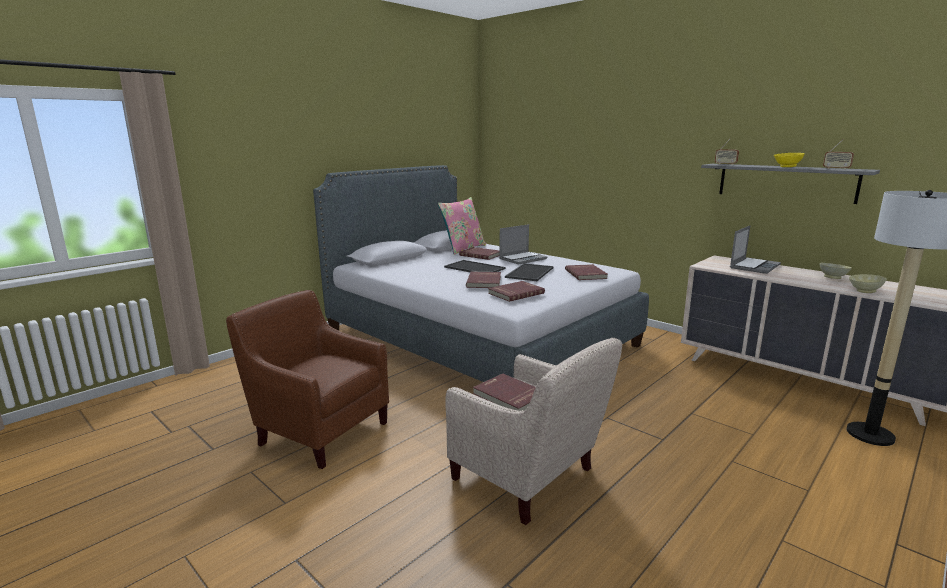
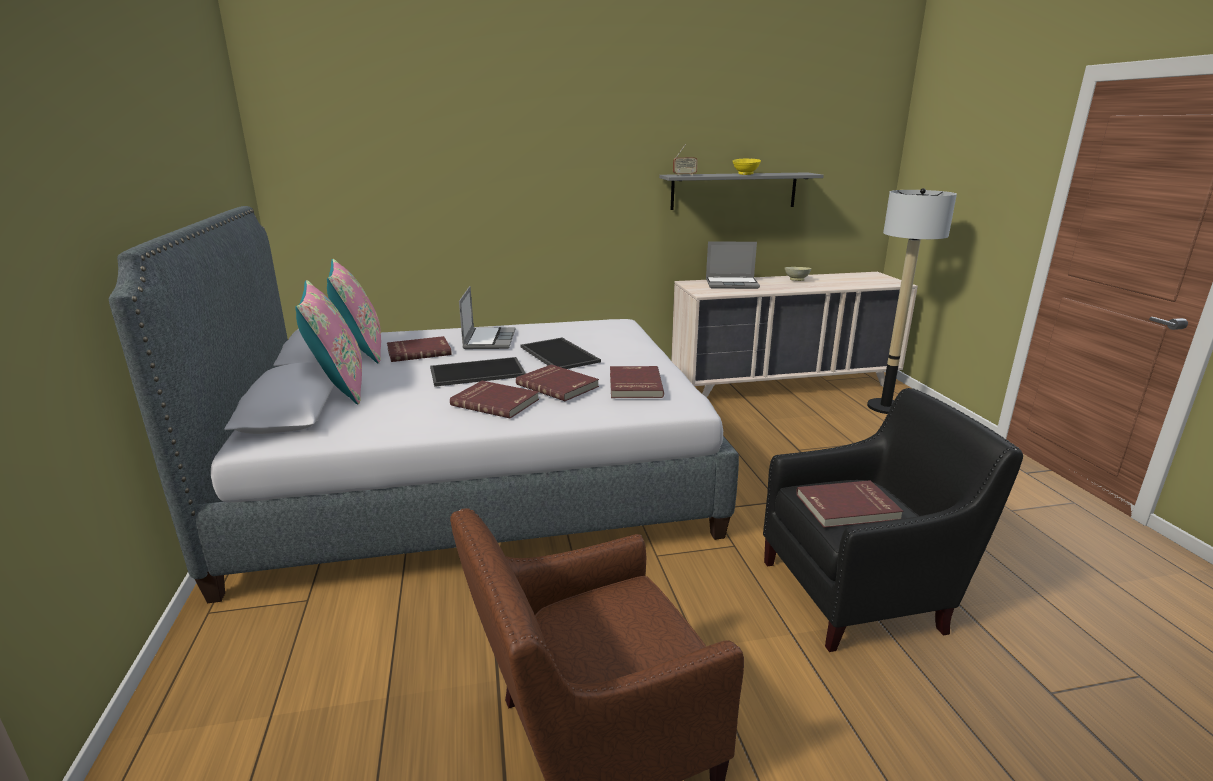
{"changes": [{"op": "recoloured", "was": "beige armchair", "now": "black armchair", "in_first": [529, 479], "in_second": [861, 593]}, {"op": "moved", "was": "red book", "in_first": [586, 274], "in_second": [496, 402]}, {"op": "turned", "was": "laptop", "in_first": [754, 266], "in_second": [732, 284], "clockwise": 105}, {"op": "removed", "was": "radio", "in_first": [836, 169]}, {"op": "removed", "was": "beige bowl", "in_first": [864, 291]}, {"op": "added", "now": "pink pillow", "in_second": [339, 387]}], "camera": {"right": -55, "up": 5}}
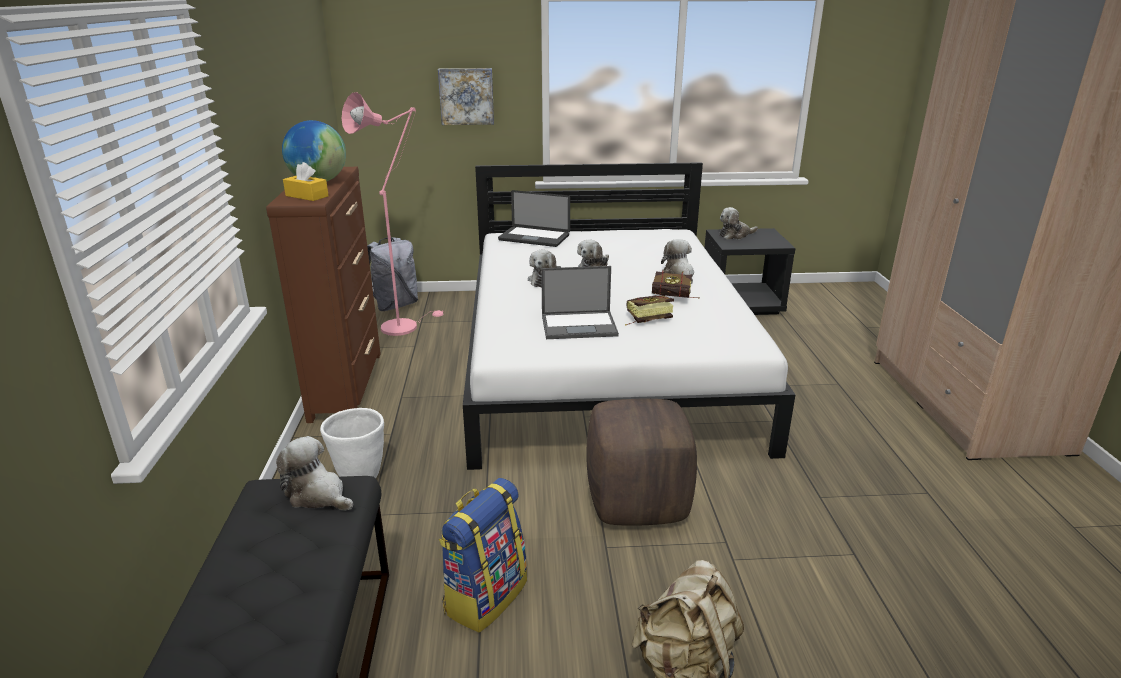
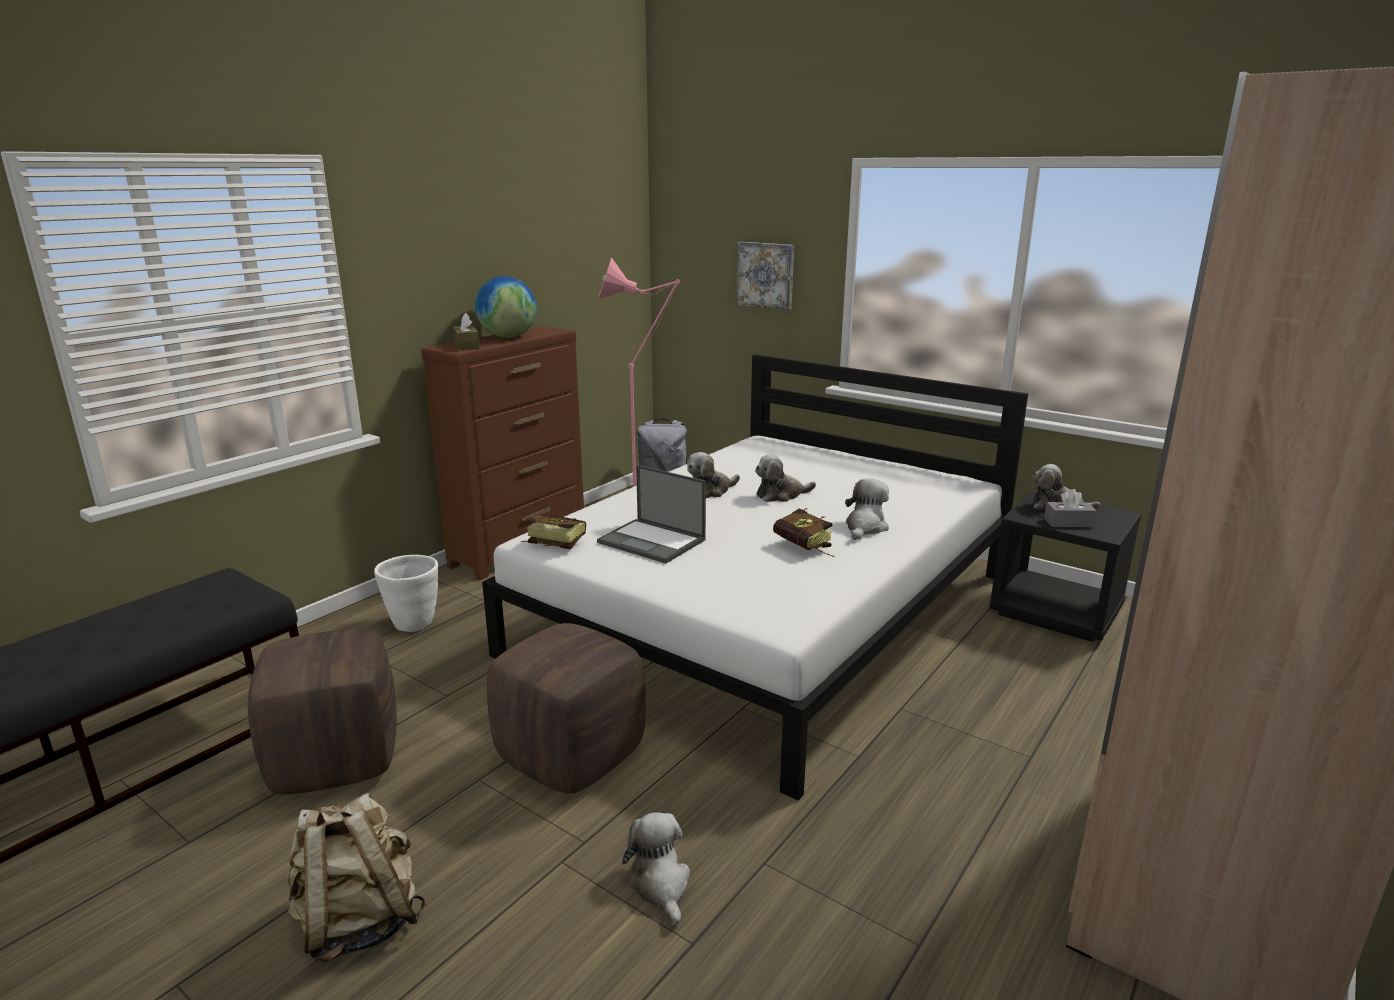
{"changes": [{"op": "moved", "was": "plush toy", "in_first": [318, 495], "in_second": [660, 884]}, {"op": "recoloured", "was": "yellow tissue box", "now": "brown tissue box", "in_first": [307, 196], "in_second": [466, 346]}, {"op": "replaced", "was": "backpack", "now": "brown ottoman", "in_first": [485, 596], "in_second": [337, 760]}, {"op": "removed", "was": "laptop", "in_first": [534, 238]}, {"op": "moved", "was": "book", "in_first": [644, 319], "in_second": [552, 543]}, {"op": "added", "now": "grey tissue box", "in_second": [1068, 523]}], "camera": {"right": 40, "up": -5}}
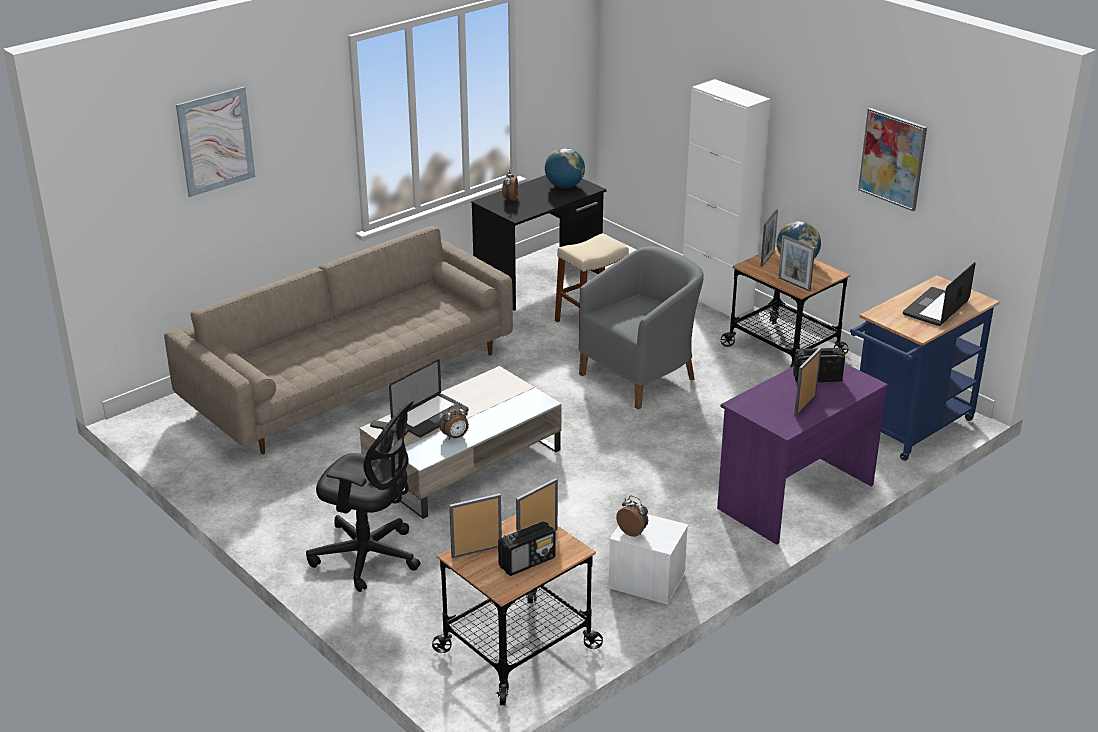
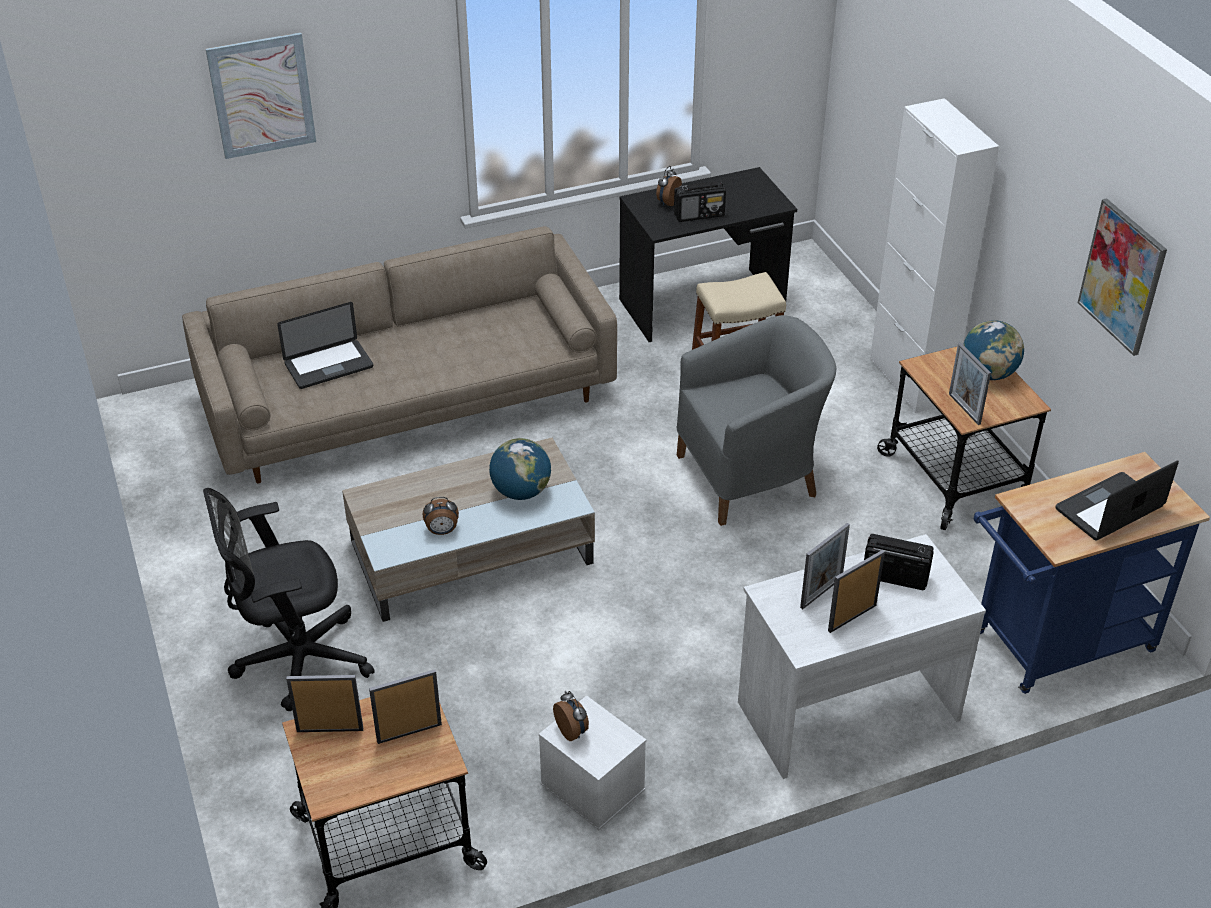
{"changes": [{"op": "turned", "was": "black office chair", "in_first": [370, 557], "in_second": [295, 660], "clockwise": 120}, {"op": "moved", "was": "laptop", "in_first": [430, 417], "in_second": [329, 365]}, {"op": "moved", "was": "radio", "in_first": [527, 562], "in_second": [699, 215]}, {"op": "moved", "was": "globe", "in_first": [564, 186], "in_second": [521, 492]}, {"op": "recoloured", "was": "purple desk", "now": "white desk", "in_first": [794, 496], "in_second": [846, 709]}, {"op": "moved", "was": "picture frame", "in_first": [767, 259], "in_second": [821, 592]}], "camera": {"right": 20, "up": 10}}
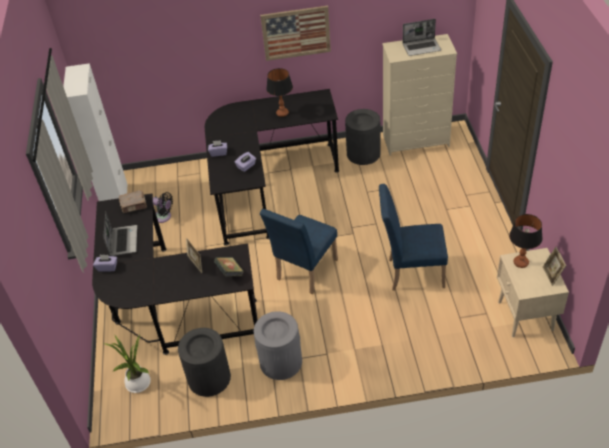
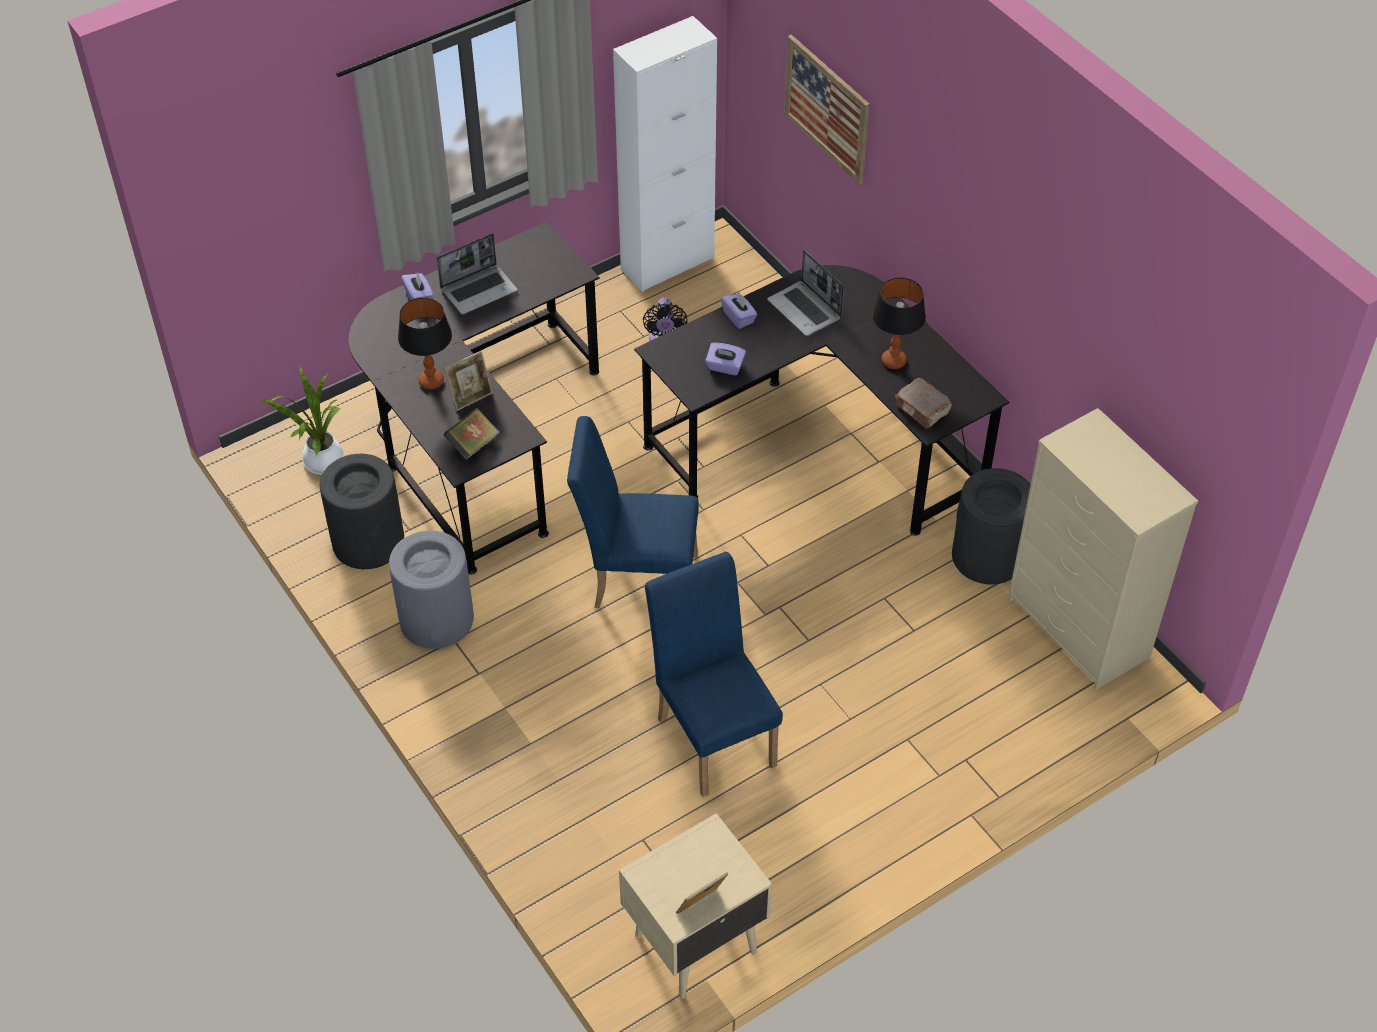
{"changes": [{"op": "moved", "was": "brown book", "in_first": [134, 205], "in_second": [922, 410]}, {"op": "moved", "was": "picture", "in_first": [296, 33], "in_second": [827, 108]}, {"op": "moved", "was": "laptop", "in_first": [422, 47], "in_second": [805, 310]}, {"op": "moved", "was": "table lamp", "in_first": [521, 262], "in_second": [431, 381]}], "camera": {"right": 60, "up": 5}}
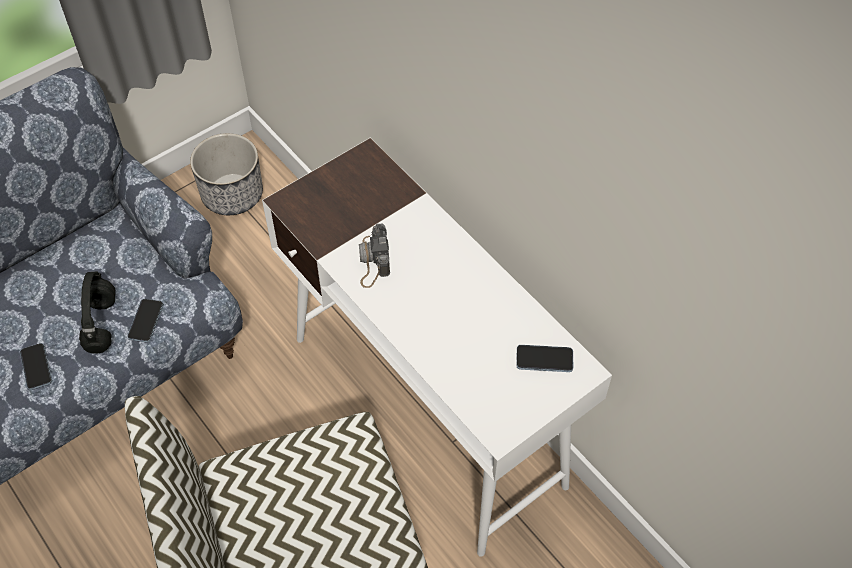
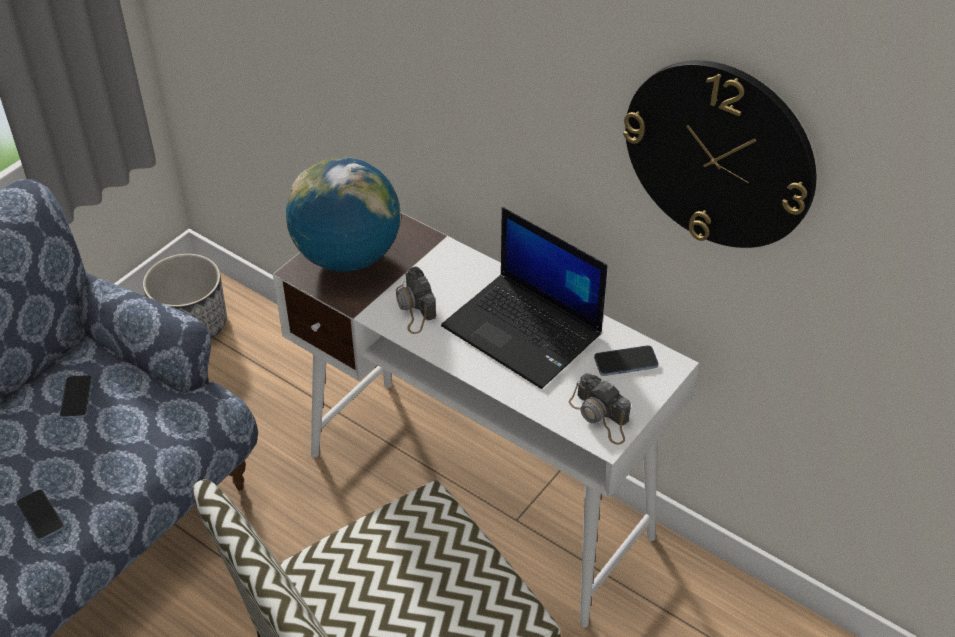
{"changes": [{"op": "removed", "was": "black headphones", "in_first": [101, 323]}, {"op": "moved", "was": "phone", "in_first": [146, 321], "in_second": [77, 398]}, {"op": "added", "now": "globe", "in_second": [347, 257]}, {"op": "added", "now": "laptop", "in_second": [524, 330]}, {"op": "added", "now": "photo camera", "in_second": [601, 416]}, {"op": "added", "now": "wall clock", "in_second": [719, 154]}], "camera": {"right": -15, "up": -10}}
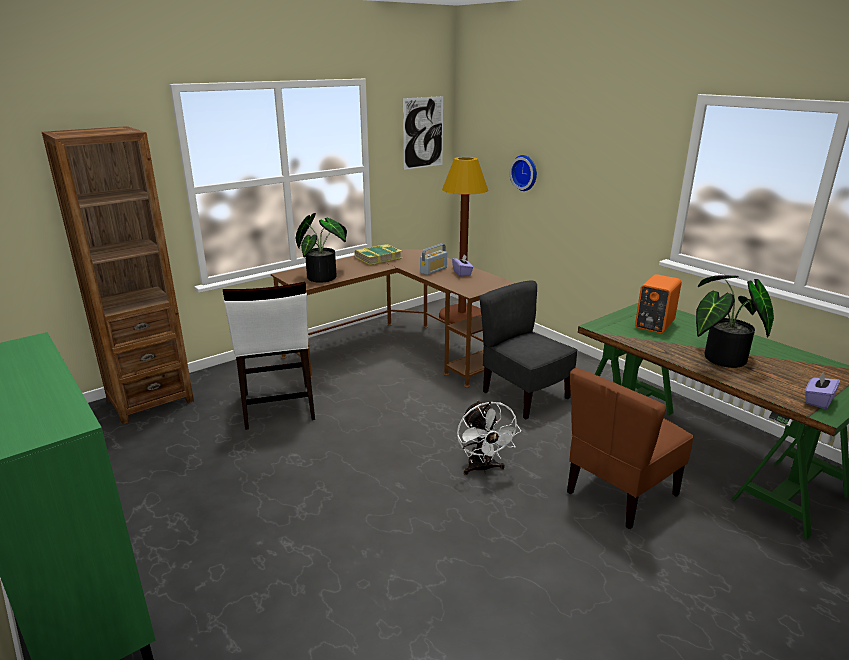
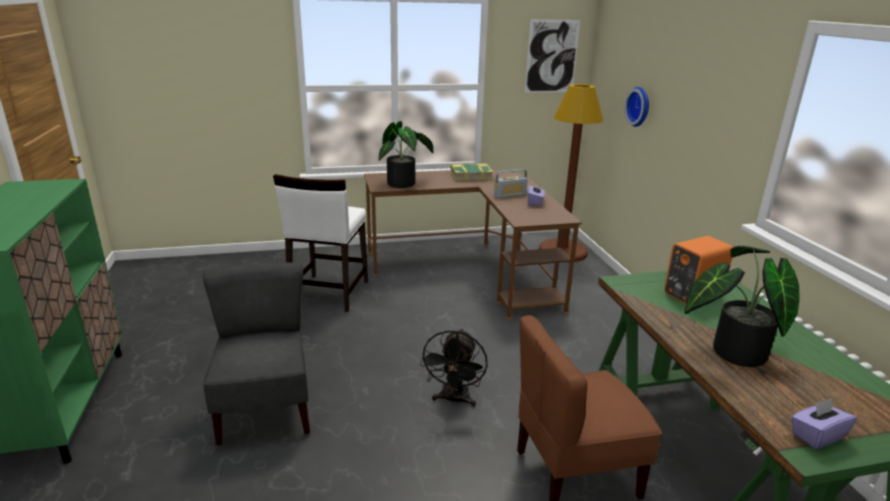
{"changes": [{"op": "removed", "was": "brown bookcase", "in_first": [150, 400]}, {"op": "recoloured", "was": "white fan", "now": "black fan", "in_first": [483, 468], "in_second": [454, 400]}, {"op": "moved", "was": "grey chair", "in_first": [524, 396], "in_second": [266, 411]}], "camera": {"right": 25, "up": 0}}
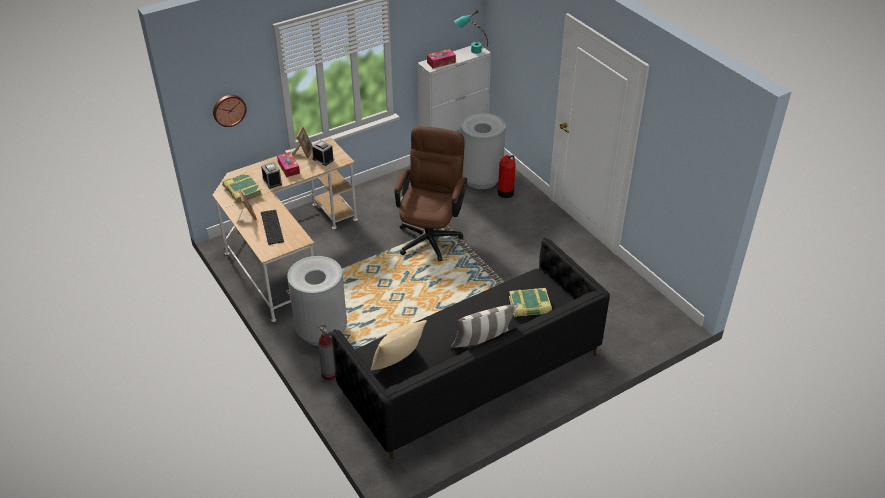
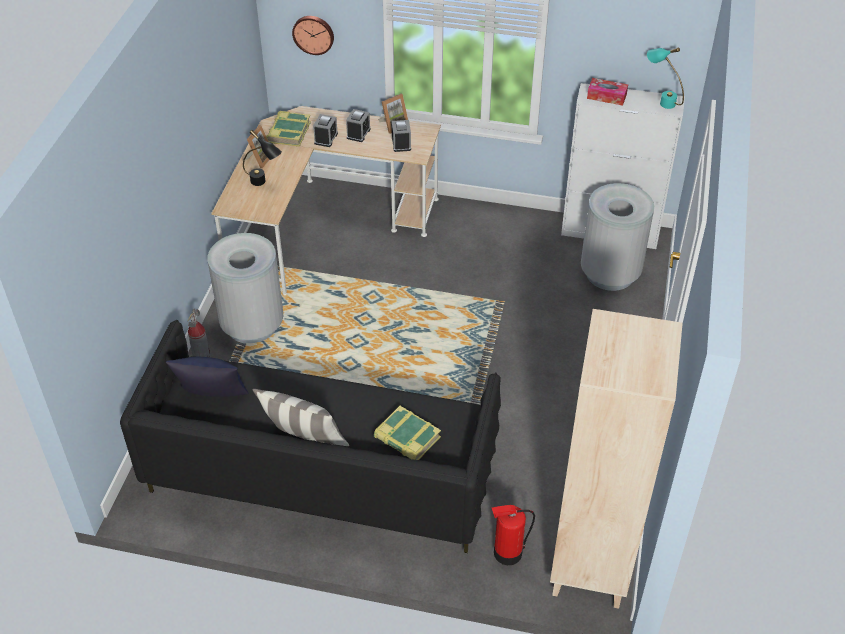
{"changes": [{"op": "replaced", "was": "keyboard", "now": "black table lamp", "in_first": [271, 227], "in_second": [264, 183]}, {"op": "replaced", "was": "tissue box", "now": "alarm clock", "in_first": [288, 168], "in_second": [358, 133]}, {"op": "recoloured", "was": "beige pillow", "now": "blue pillow", "in_first": [399, 363], "in_second": [213, 399]}, {"op": "removed", "was": "brown office chair", "in_first": [431, 234]}, {"op": "moved", "was": "fire extinguisher", "in_first": [505, 193], "in_second": [507, 553]}, {"op": "added", "now": "beige bookcase", "in_second": [591, 568]}], "camera": {"right": 45, "up": 5}}
